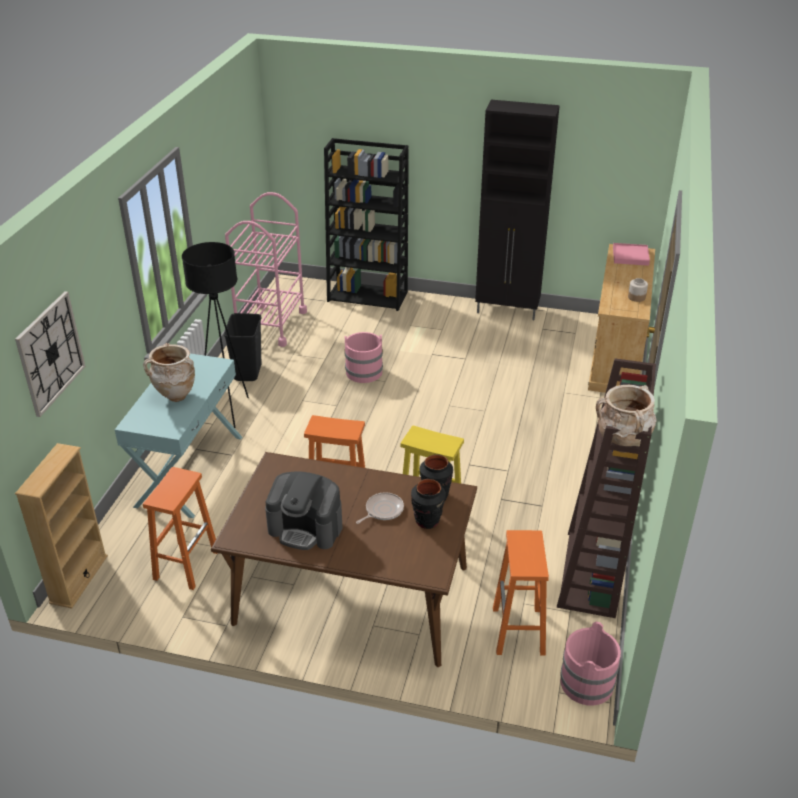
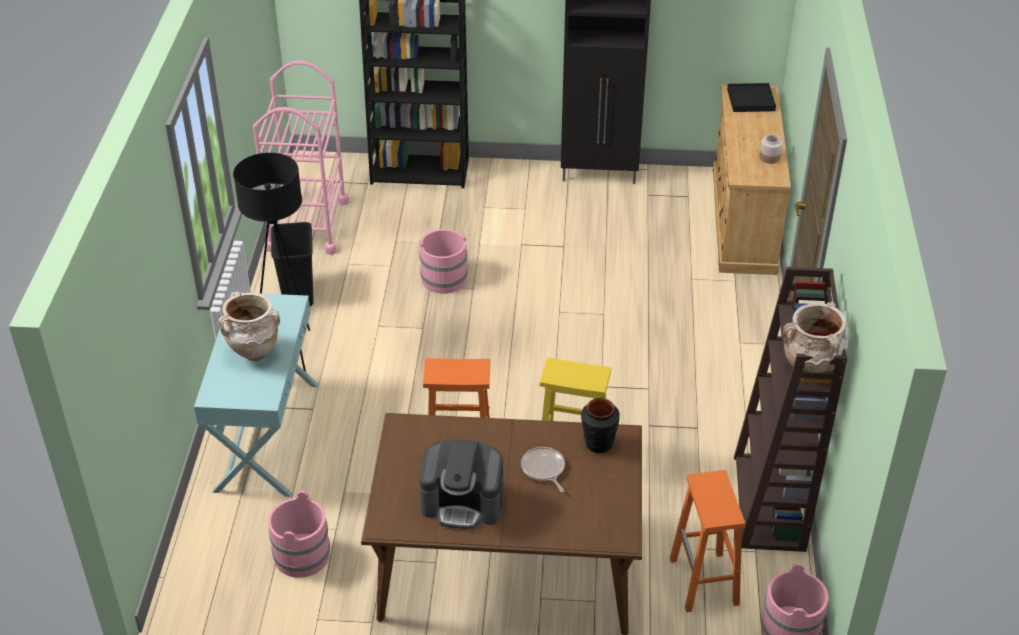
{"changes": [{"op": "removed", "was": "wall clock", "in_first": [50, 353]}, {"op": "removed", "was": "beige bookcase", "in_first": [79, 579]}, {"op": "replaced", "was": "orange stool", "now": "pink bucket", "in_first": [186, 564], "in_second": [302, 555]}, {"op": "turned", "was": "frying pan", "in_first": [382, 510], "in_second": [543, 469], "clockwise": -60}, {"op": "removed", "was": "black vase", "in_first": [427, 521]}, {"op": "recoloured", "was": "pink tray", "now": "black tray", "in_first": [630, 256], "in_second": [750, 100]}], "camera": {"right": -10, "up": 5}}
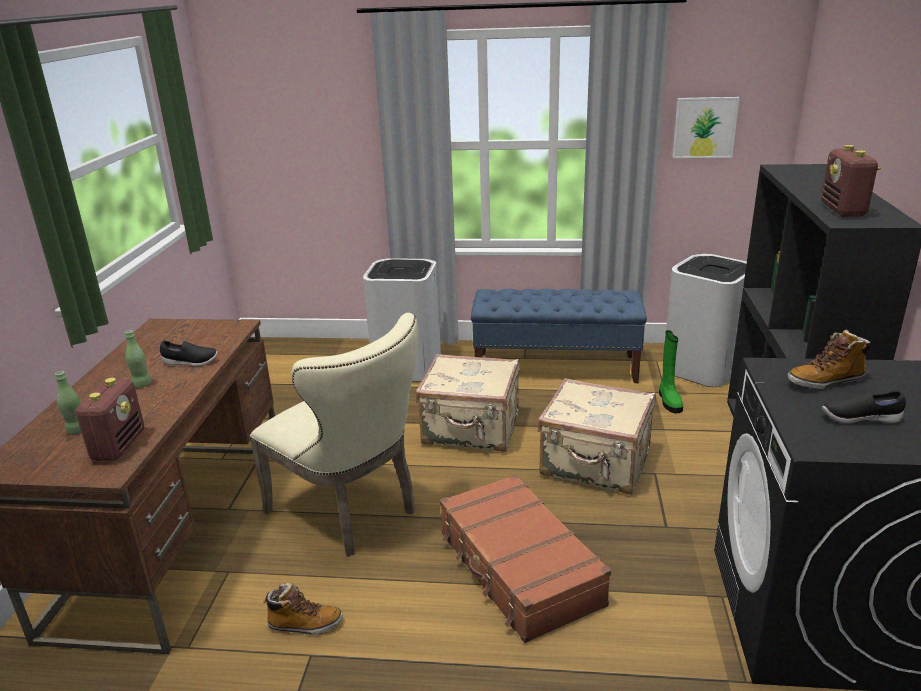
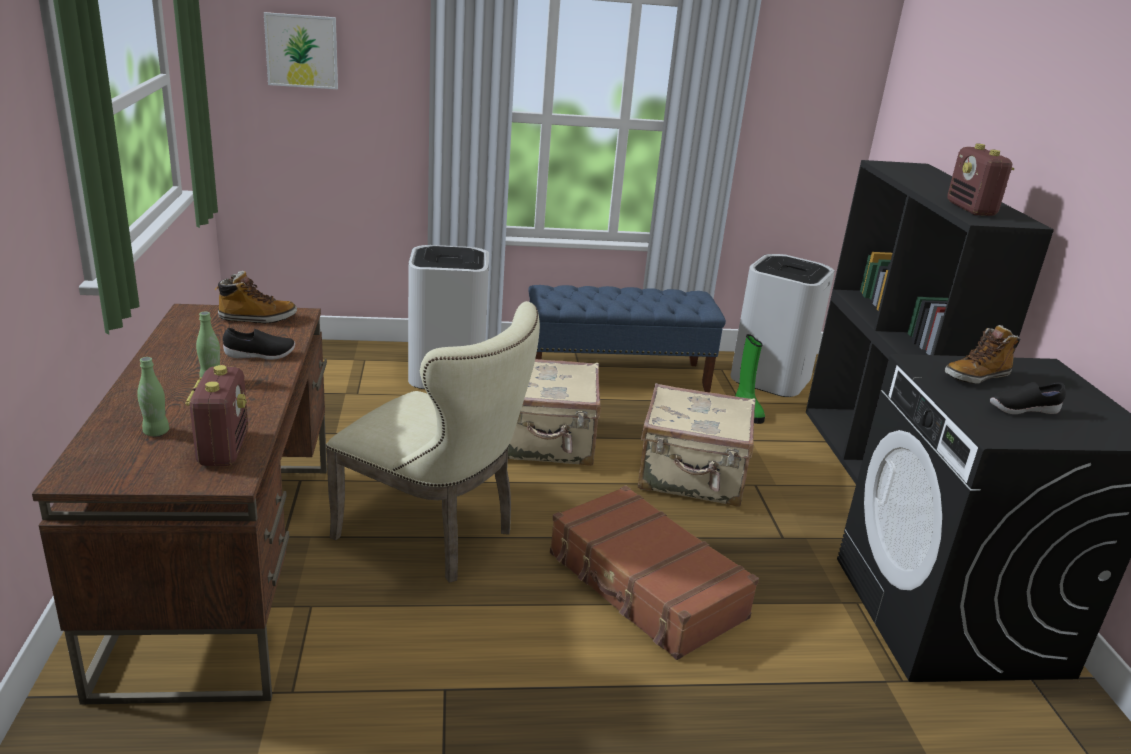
{"changes": [{"op": "moved", "was": "boot", "in_first": [305, 624], "in_second": [257, 318]}, {"op": "moved", "was": "picture", "in_first": [704, 127], "in_second": [302, 51]}], "camera": {"right": -15, "up": 0}}
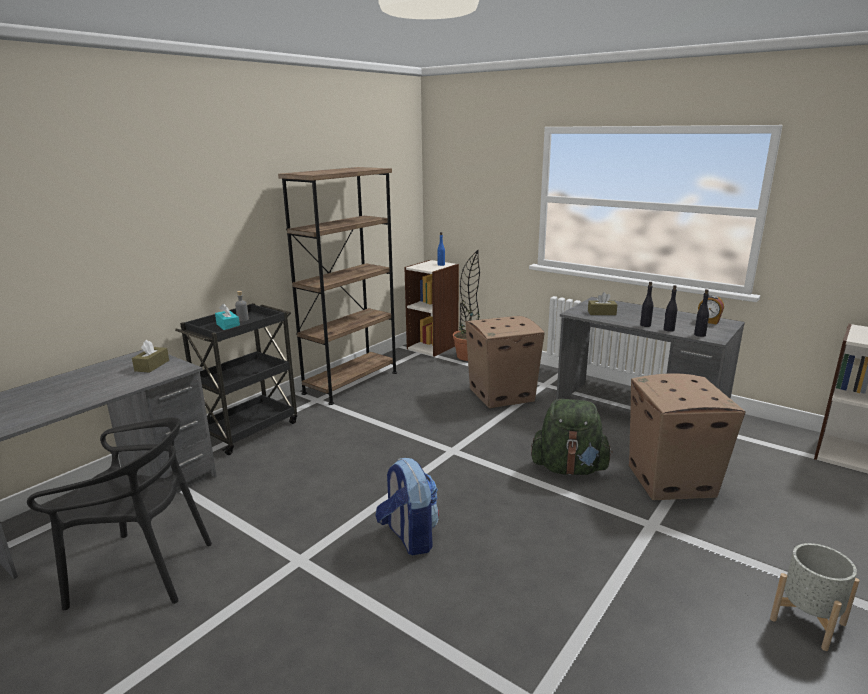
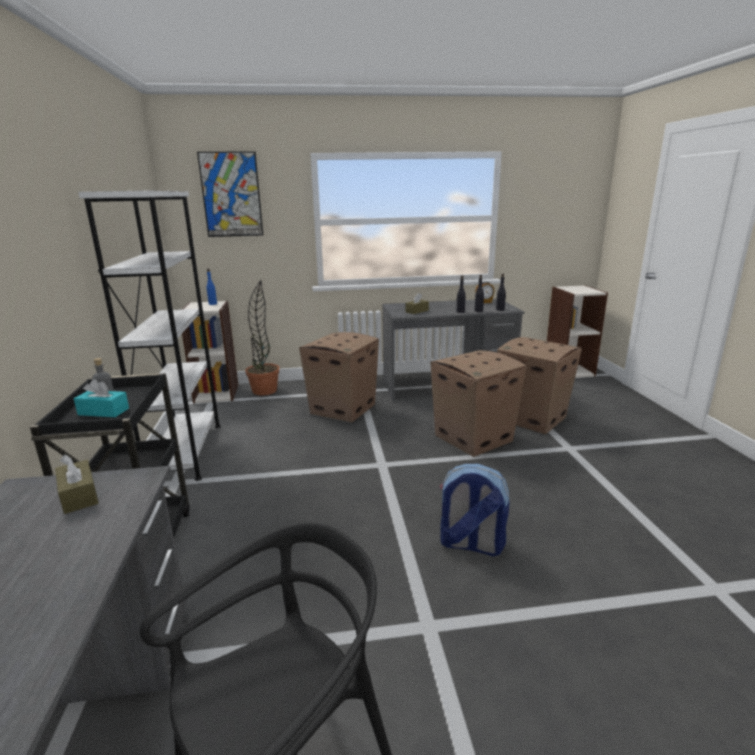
{"changes": [{"op": "recoloured", "was": "brown bookcase", "now": "white bookcase", "in_first": [351, 382], "in_second": [186, 452]}, {"op": "replaced", "was": "green backpack", "now": "cardboard box", "in_first": [569, 468], "in_second": [474, 438]}, {"op": "removed", "was": "grey planter", "in_first": [807, 621]}, {"op": "added", "now": "picture", "in_second": [231, 195]}], "camera": {"right": -45, "up": 0}}
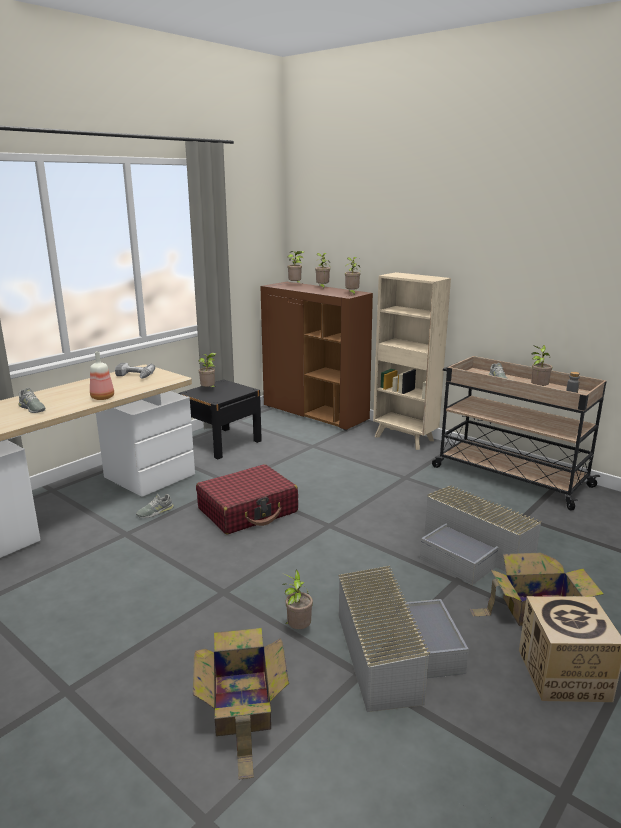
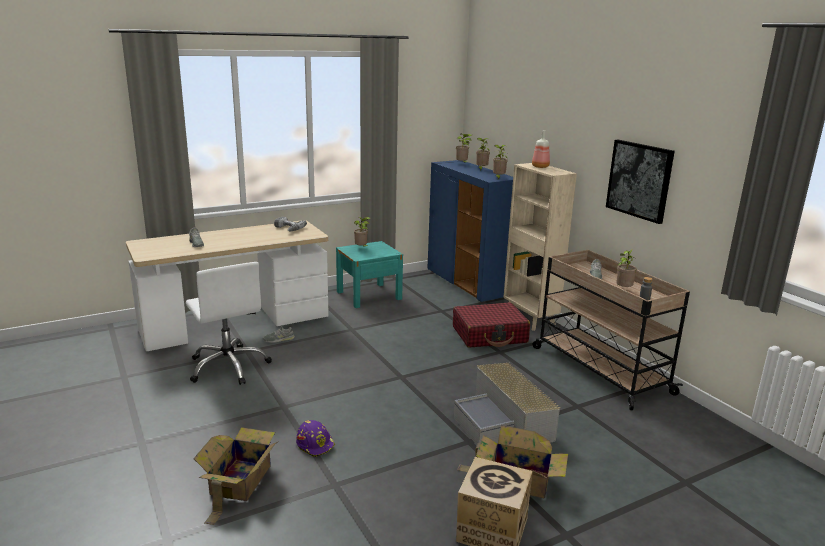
{"changes": [{"op": "moved", "was": "bottle", "in_first": [103, 398], "in_second": [540, 167]}, {"op": "recoloured", "was": "black nightstand", "now": "turquoise nightstand", "in_first": [222, 443], "in_second": [369, 295]}, {"op": "moved", "was": "red suitcase", "in_first": [248, 510], "in_second": [490, 335]}, {"op": "recoloured", "was": "brown cabinet", "now": "blue cabinet", "in_first": [315, 414], "in_second": [467, 283]}, {"op": "replaced", "was": "potted plant", "now": "purple hard hat", "in_first": [297, 629], "in_second": [315, 444]}, {"op": "removed", "was": "grey storage box", "in_first": [393, 652]}, {"op": "added", "now": "white office chair", "in_second": [229, 366]}, {"op": "added", "now": "picture", "in_second": [639, 180]}], "camera": {"right": 20, "up": 0}}
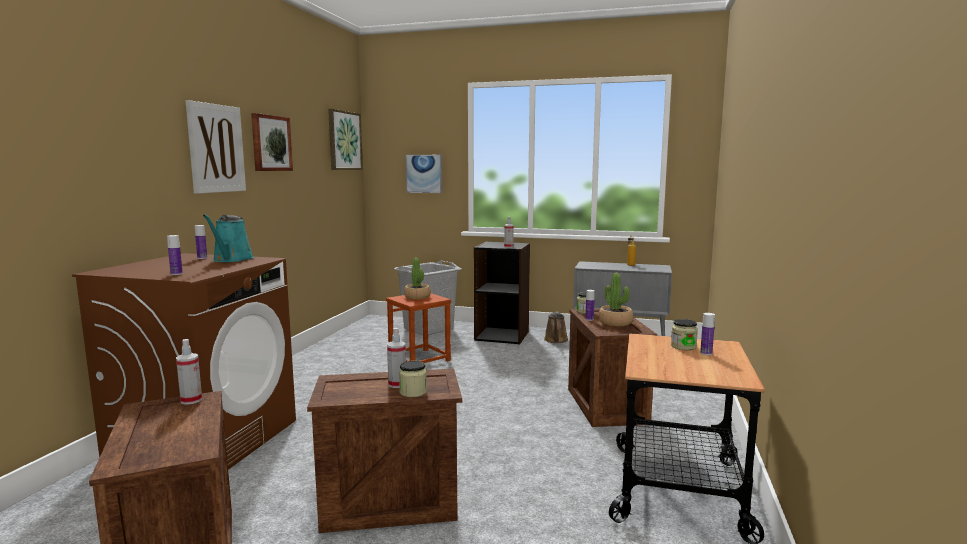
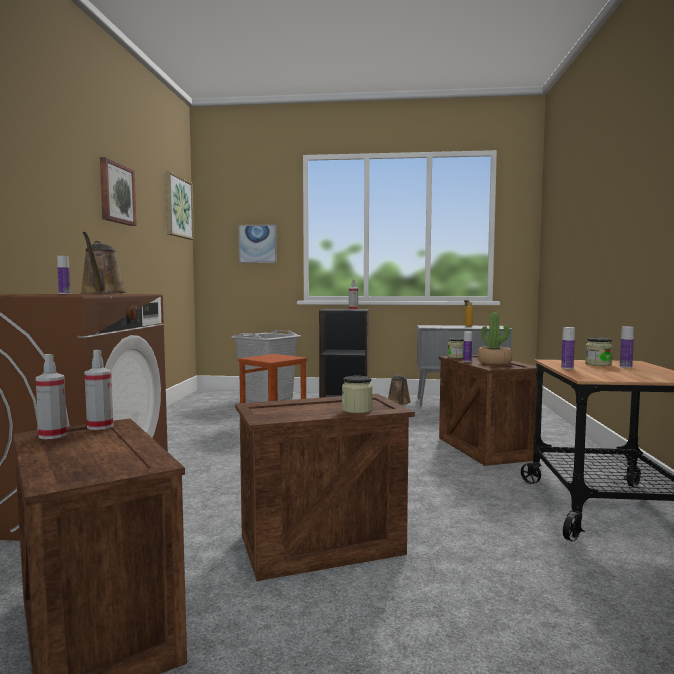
{"changes": [{"op": "moved", "was": "bottle", "in_first": [176, 274], "in_second": [567, 368]}, {"op": "removed", "was": "picture", "in_first": [216, 148]}, {"op": "recoloured", "was": "turquoise watering can", "now": "brown watering can", "in_first": [231, 259], "in_second": [102, 293]}, {"op": "moved", "was": "spray bottle", "in_first": [397, 384], "in_second": [53, 435]}, {"op": "removed", "was": "potted plant", "in_first": [417, 297]}], "camera": {"right": -10, "up": -5}}
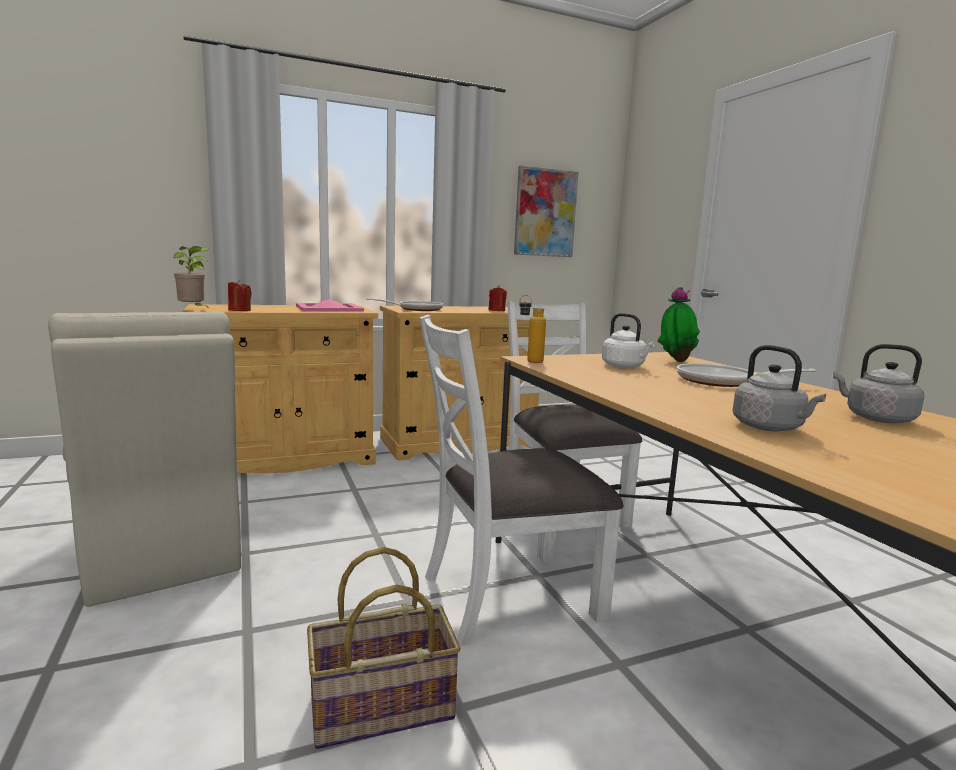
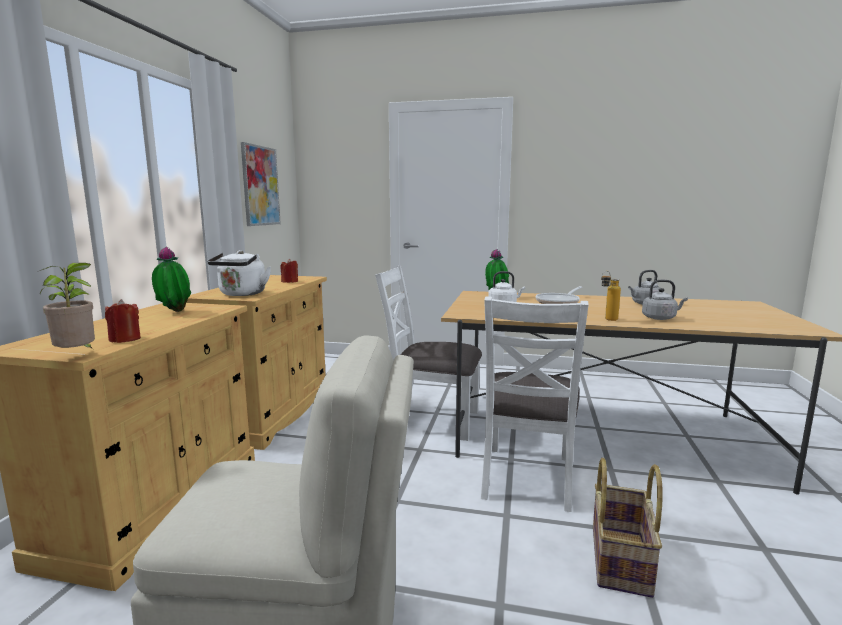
{"changes": [{"op": "replaced", "was": "pink tray", "now": "potted plant", "in_first": [328, 308], "in_second": [174, 312]}, {"op": "replaced", "was": "frying pan", "now": "white kettle", "in_first": [416, 309], "in_second": [241, 294]}, {"op": "moved", "was": "bottle", "in_first": [529, 361], "in_second": [607, 320]}], "camera": {"right": -55, "up": 0}}
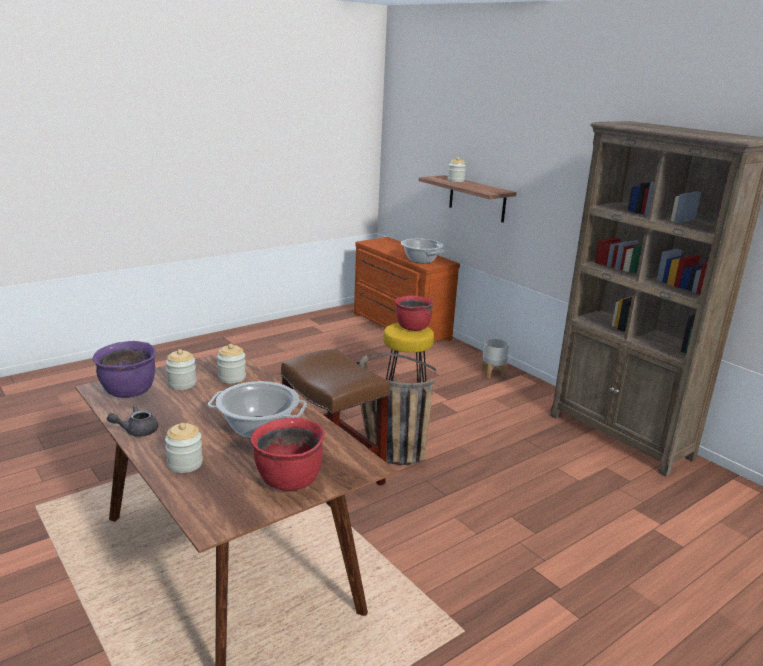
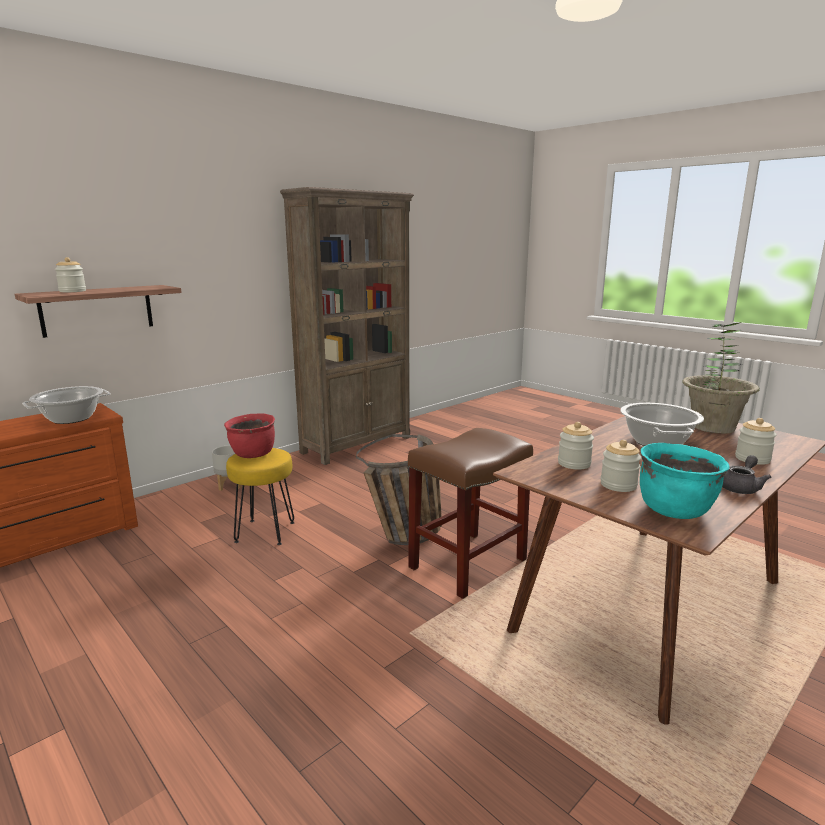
{"changes": [{"op": "recoloured", "was": "purple cooking pot", "now": "turquoise cooking pot", "in_first": [129, 392], "in_second": [675, 510]}, {"op": "turned", "was": "grey teapot", "in_first": [136, 431], "in_second": [741, 487], "clockwise": -105}, {"op": "replaced", "was": "red cooking pot", "now": "potted plant", "in_first": [288, 481], "in_second": [713, 427]}], "camera": {"right": -95, "up": -5}}
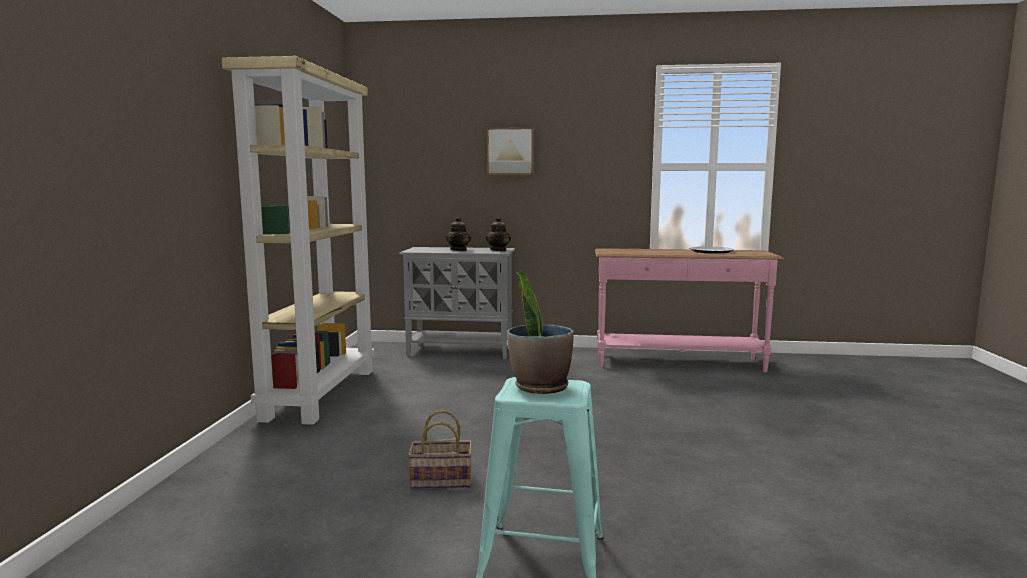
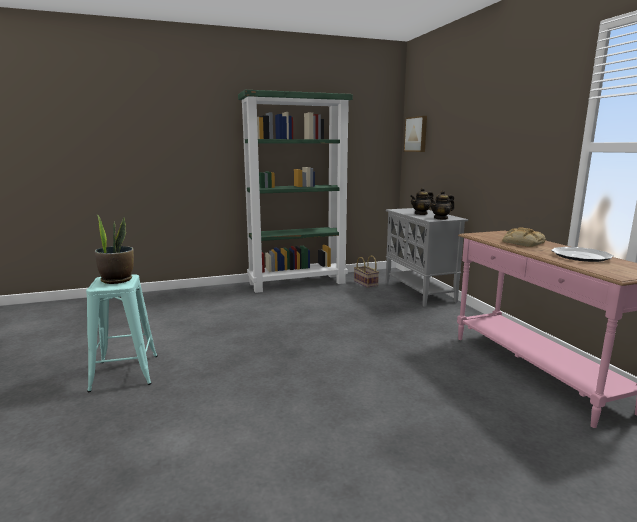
{"changes": [{"op": "recoloured", "was": "beige bookcase", "now": "green bookcase", "in_first": [320, 393], "in_second": [298, 283]}, {"op": "moved", "was": "basket", "in_first": [439, 481], "in_second": [365, 283]}, {"op": "moved", "was": "picture", "in_first": [510, 151], "in_second": [416, 134]}, {"op": "added", "now": "bread", "in_second": [522, 243]}], "camera": {"right": 65, "up": 5}}
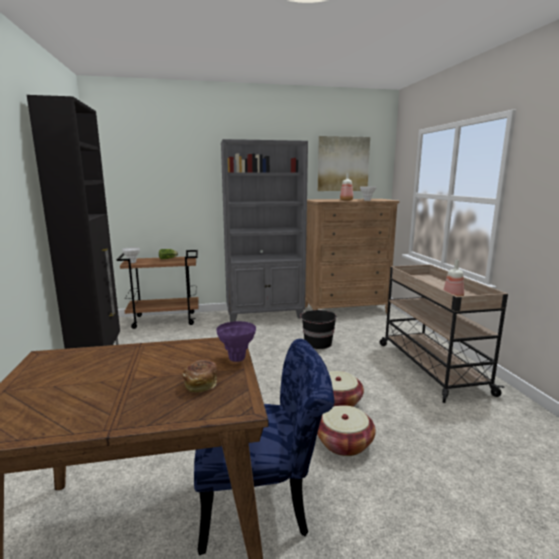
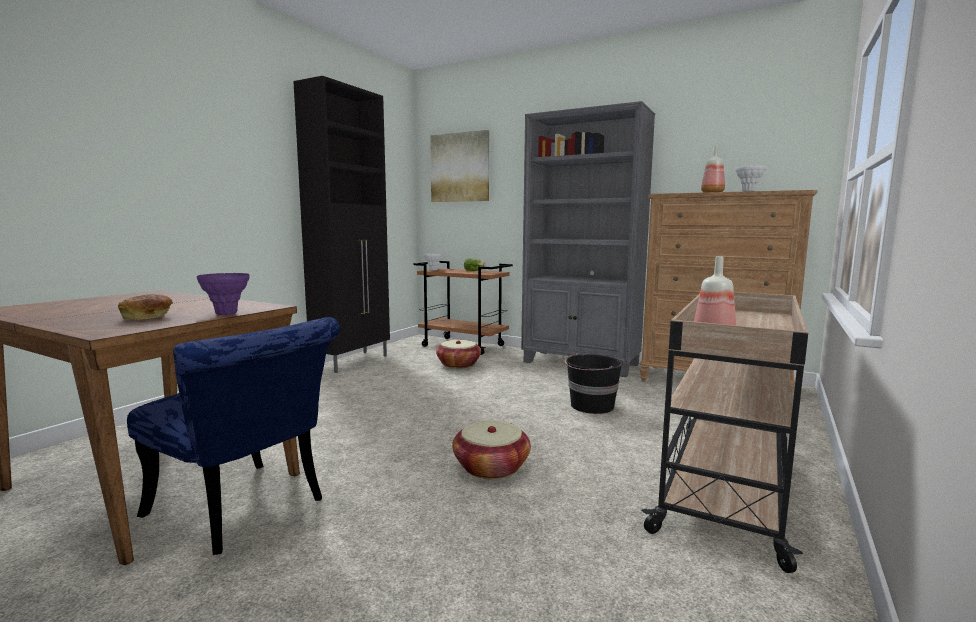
{"changes": [{"op": "moved", "was": "basket", "in_first": [344, 443], "in_second": [458, 365]}, {"op": "moved", "was": "picture", "in_first": [343, 164], "in_second": [460, 167]}], "camera": {"right": 40, "up": -5}}
